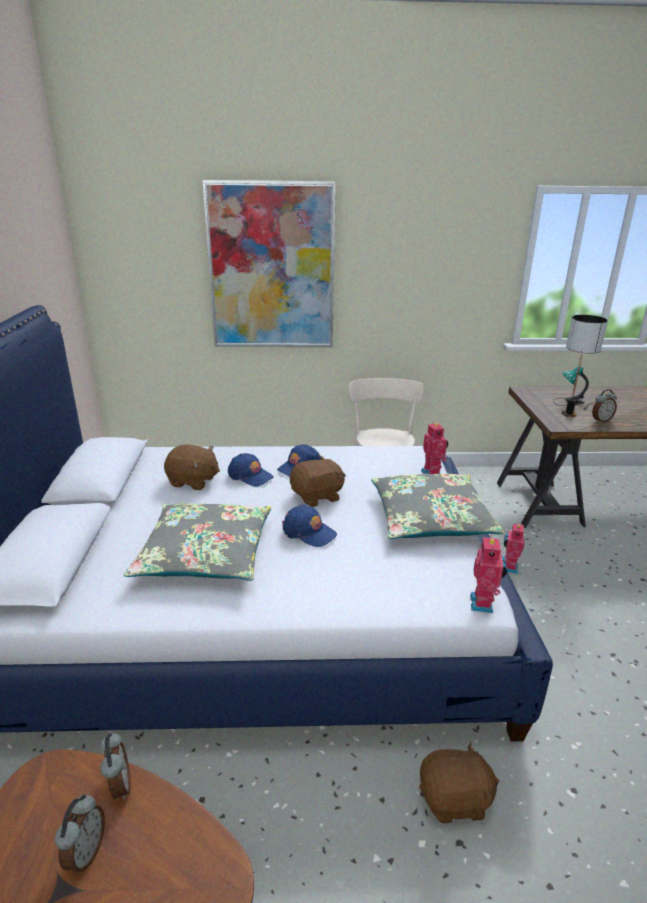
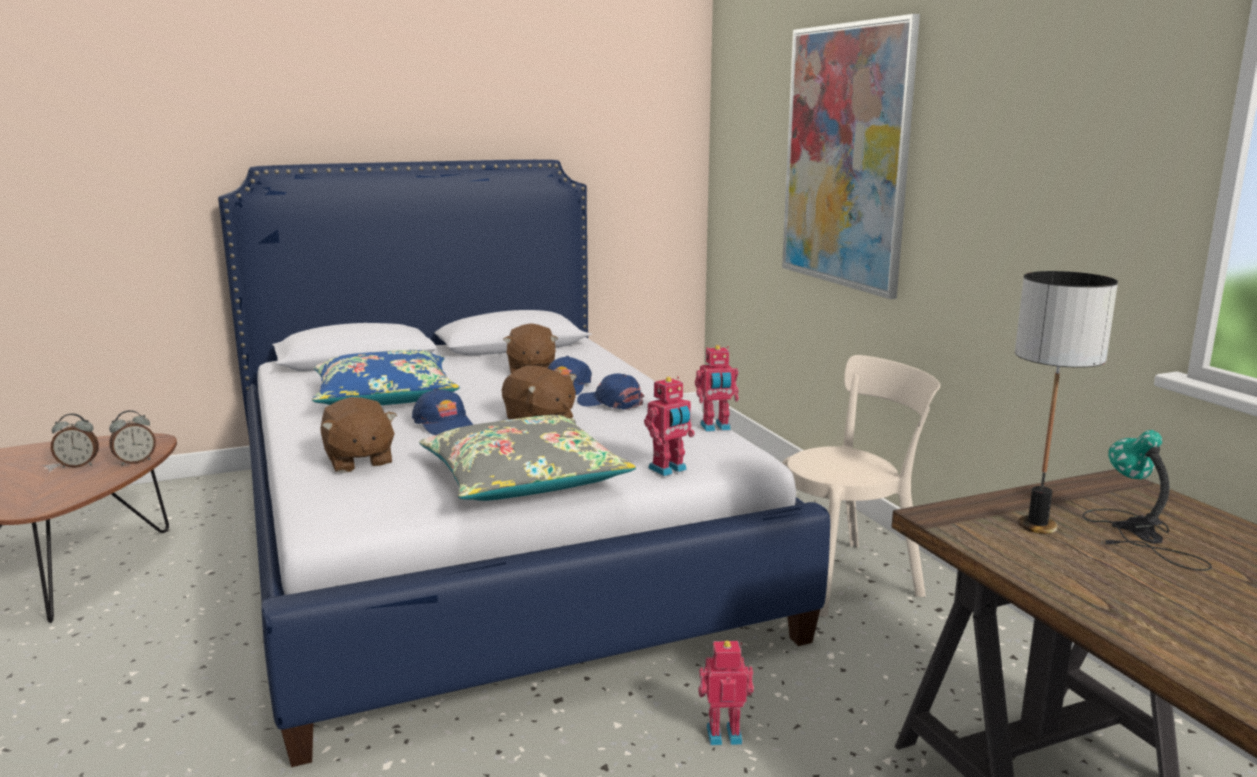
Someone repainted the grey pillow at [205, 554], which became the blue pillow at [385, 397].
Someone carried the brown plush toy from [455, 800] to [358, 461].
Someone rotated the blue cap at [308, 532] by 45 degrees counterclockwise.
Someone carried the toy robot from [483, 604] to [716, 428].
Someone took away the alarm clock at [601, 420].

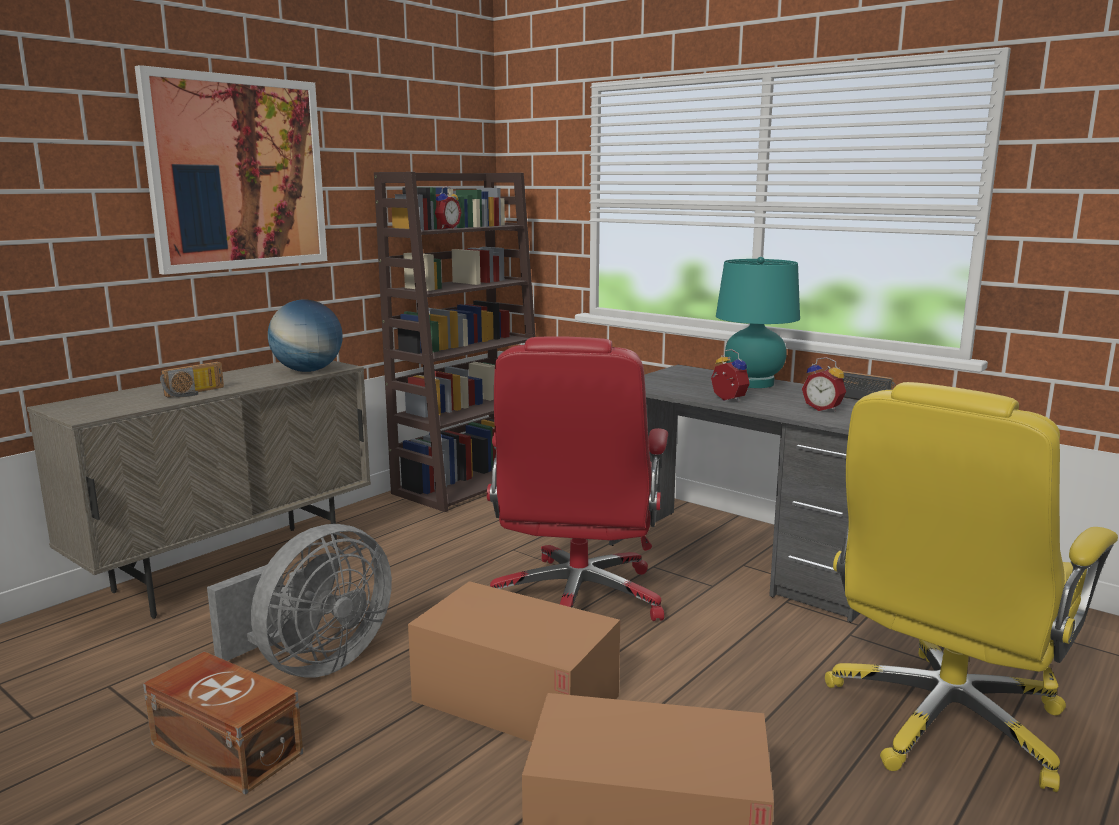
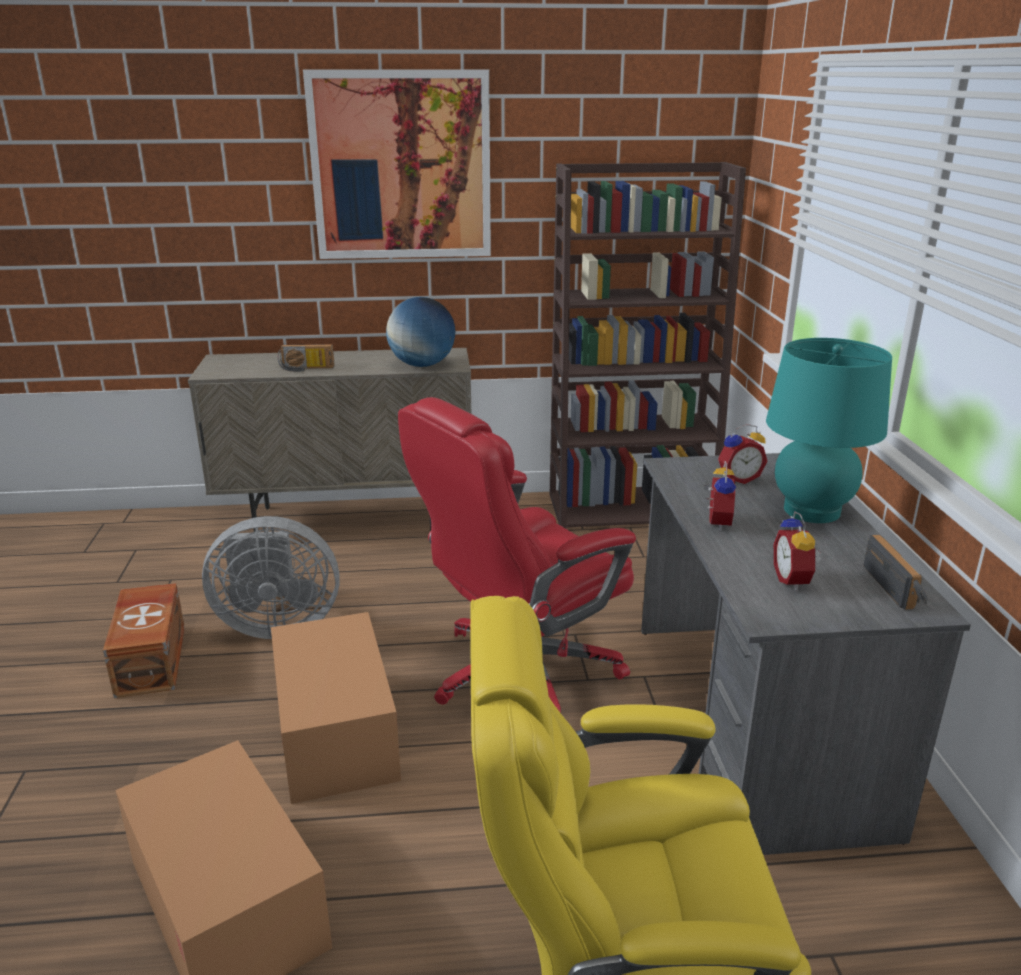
Someone carried the alarm clock from [446, 228] to [738, 479].

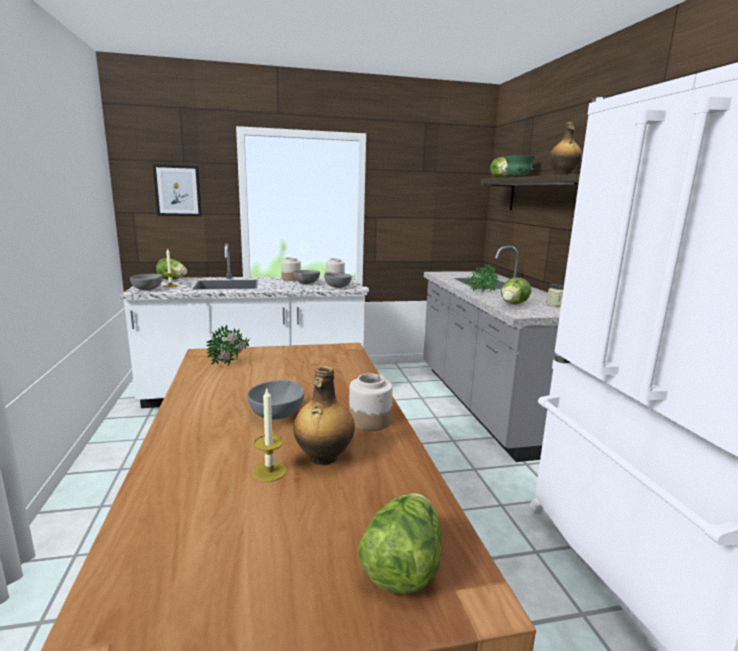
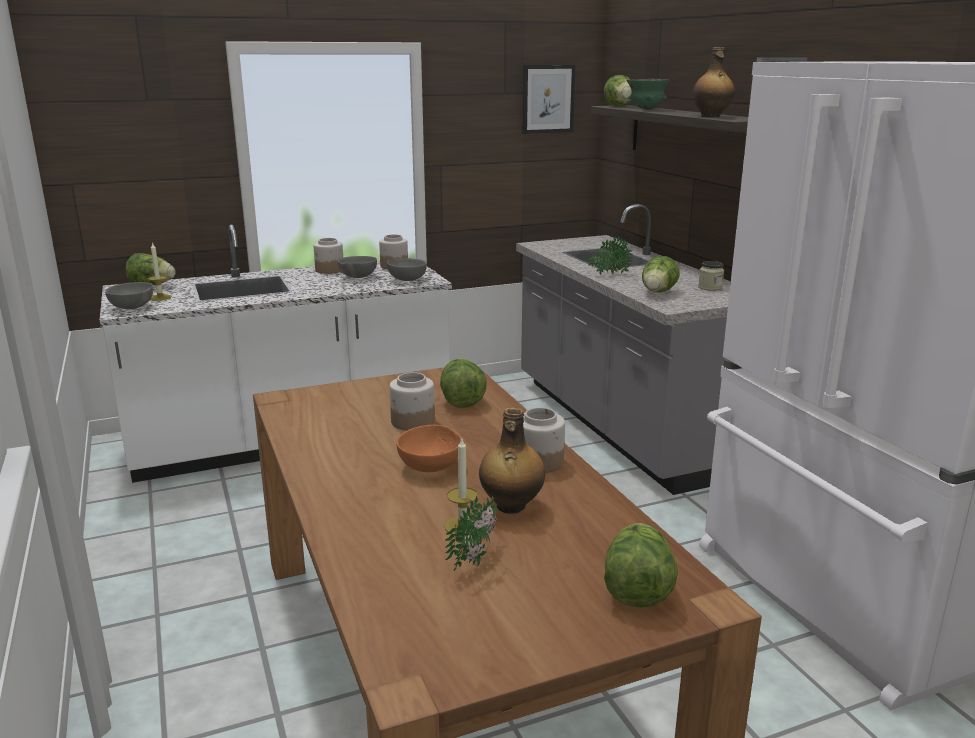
Someone put down the jar at [412, 422].
Someone repainted the grey bowl at [278, 415], which became the orange bowl at [431, 466].
Someone put down the lettuce at [461, 400].
Someone carried the potted plant from [231, 363] to [478, 560].
Someone carried the picture from [178, 191] to [548, 99].

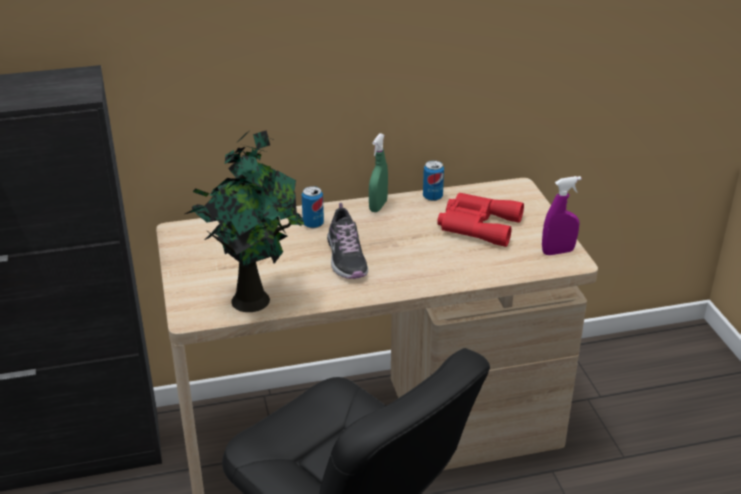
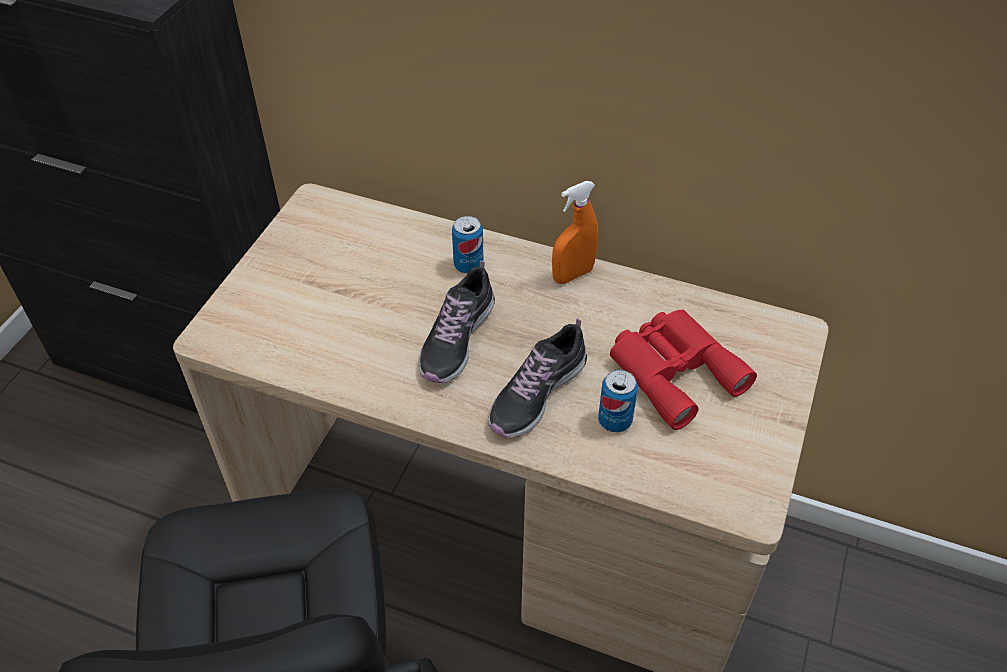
Someone put down the shoe at [536, 394].
Someone repainted the green spray bottle at [378, 206], which became the orange spray bottle at [572, 275].
Someone carried the can from [432, 197] to [615, 420].
Someone took away the potted plant at [253, 299].
Someone took away the purple spray bottle at [558, 252].

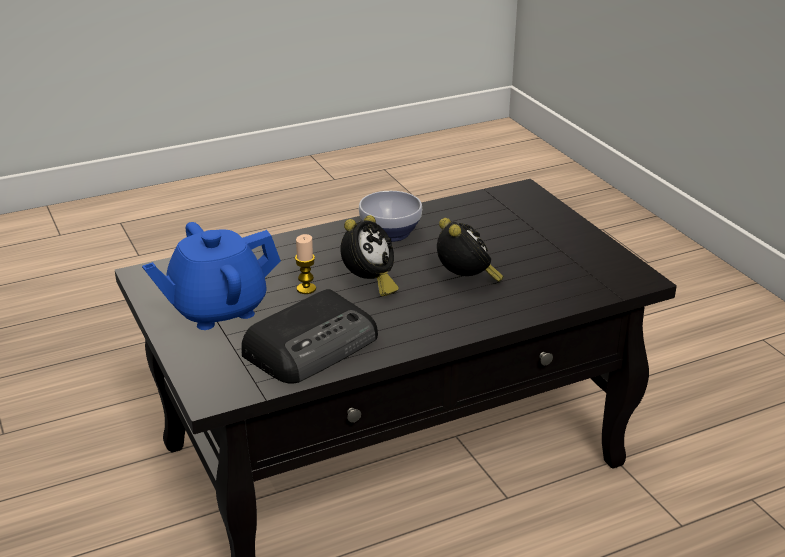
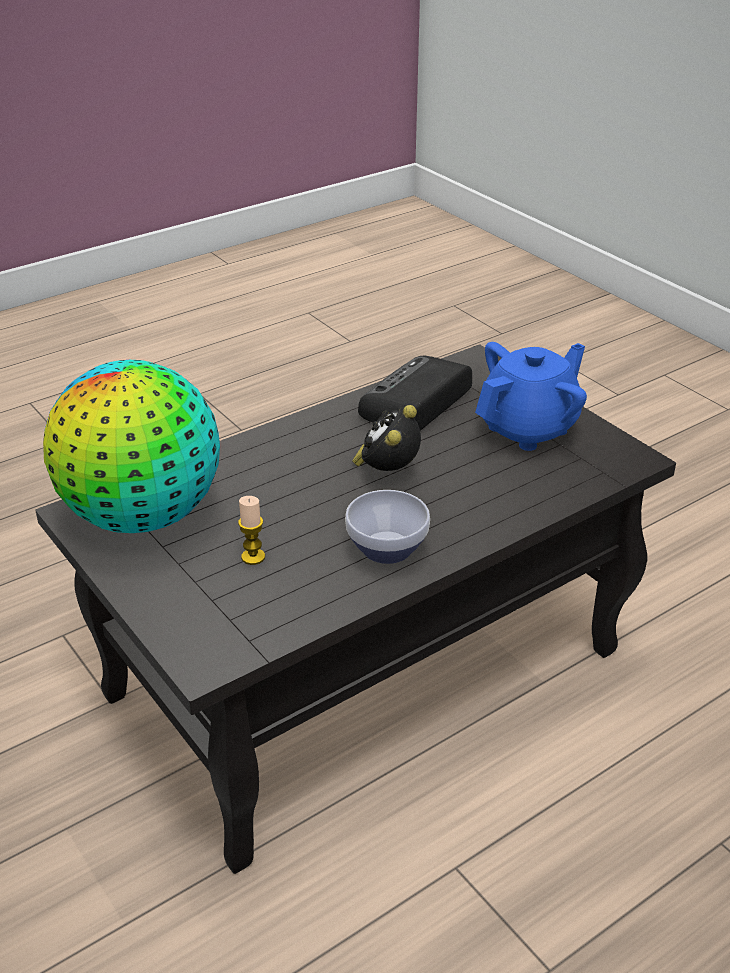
Someone put down the globe at [143, 516].
Someone carried the candle from [306, 289] to [253, 557].
Someone took away the alarm clock at [466, 281].

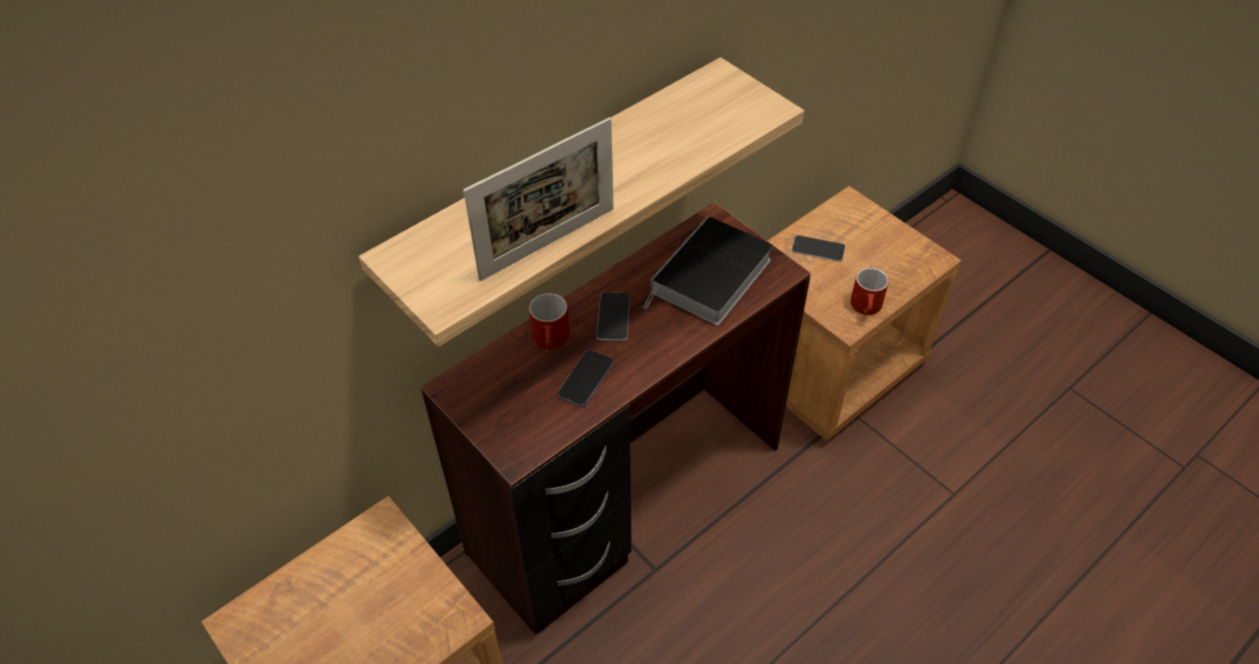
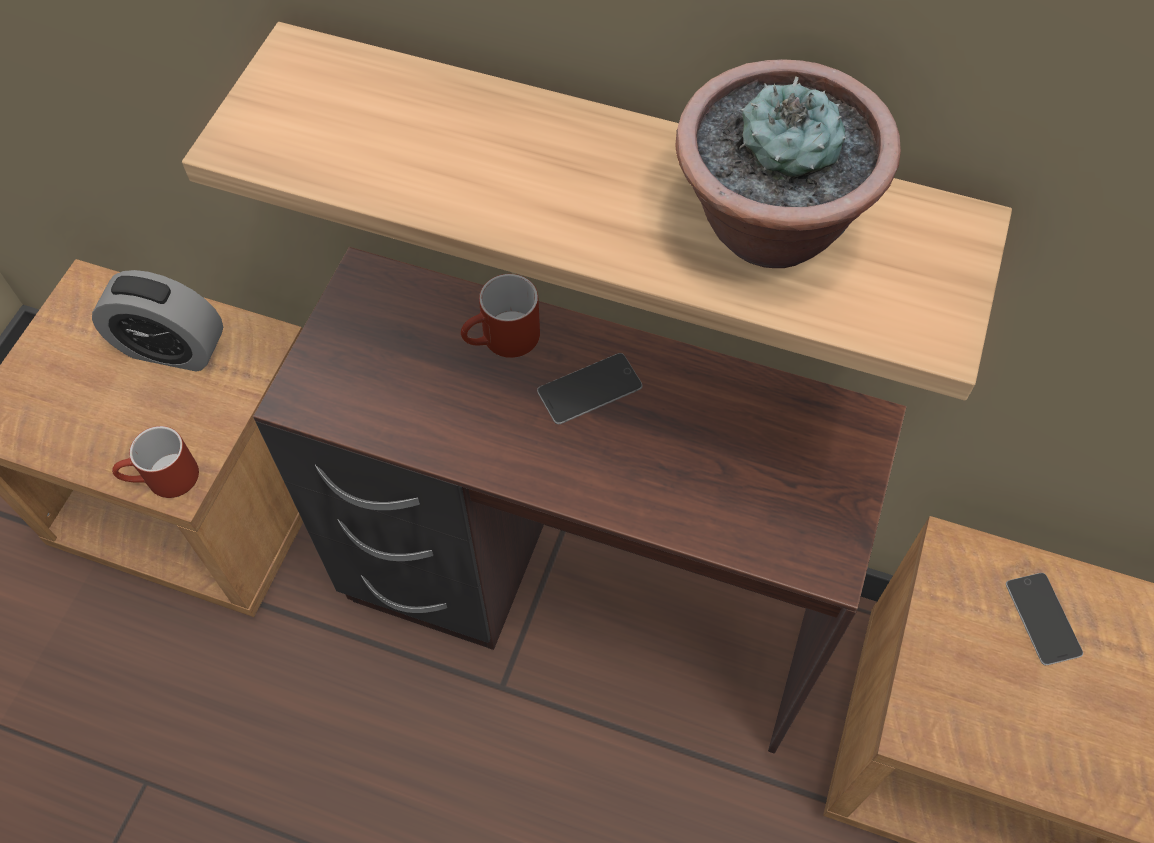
Someone put down the alarm clock at [172, 348].
Someone carried the red mug from [867, 308] to [163, 480].
Someone put down the potted plant at [768, 227].
Someone took away the picture frame at [548, 243].
Someone took away the phone at [586, 379].
Someone took away the book at [710, 278].

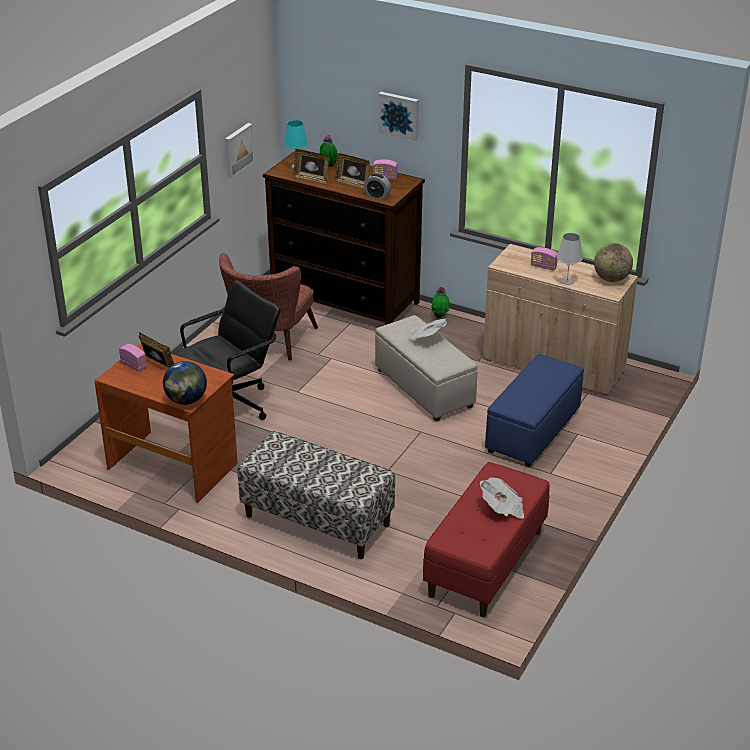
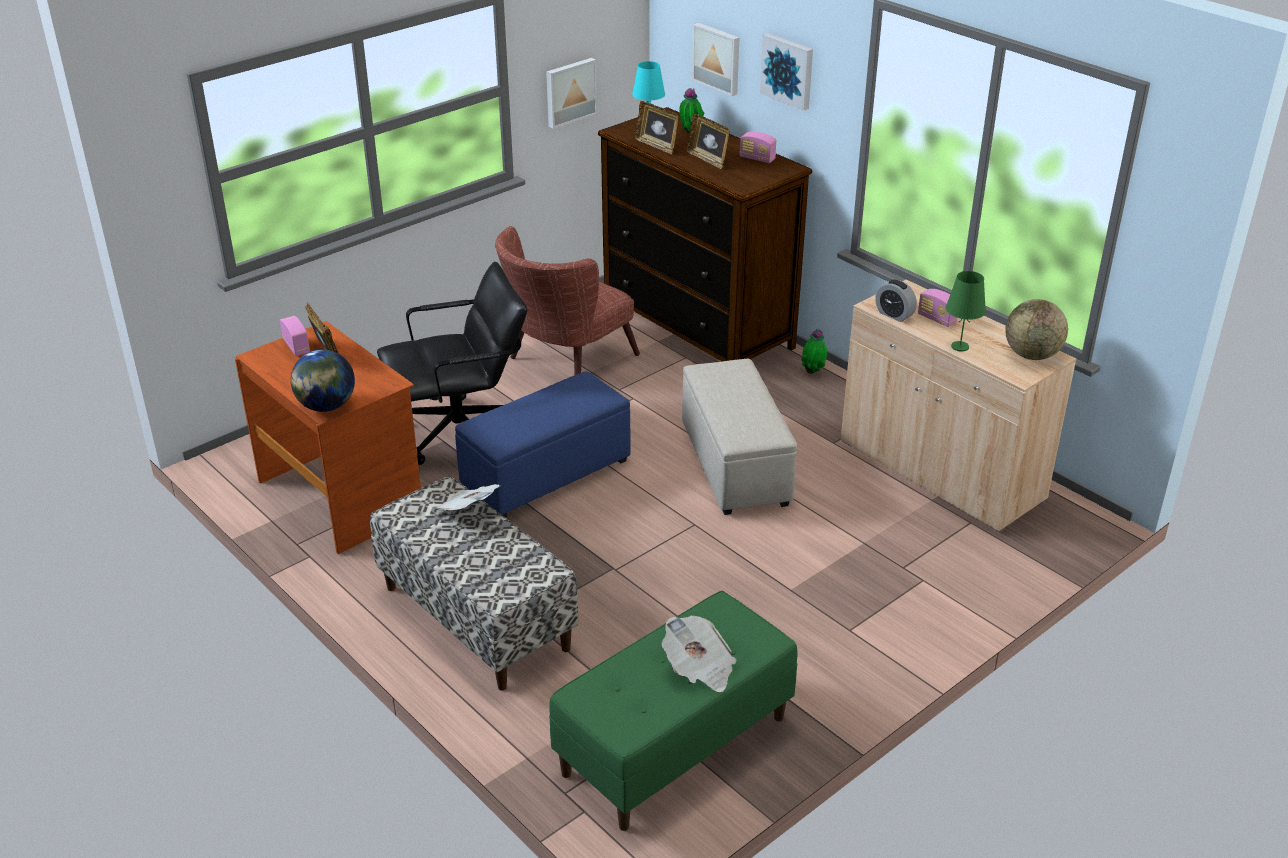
Someone carried the newspaper from [426, 338] to [469, 510].
Someone carried the blue ottoman from [533, 430] to [547, 473].
Someone repainted the red bench at [486, 564], which became the green bench at [674, 746].
Someone put up the picture at [717, 58].
Someone carried the alarm clock from [377, 196] to [894, 315].
Someone repainted the white table lamp at [567, 281], which became the green table lamp at [960, 346].

